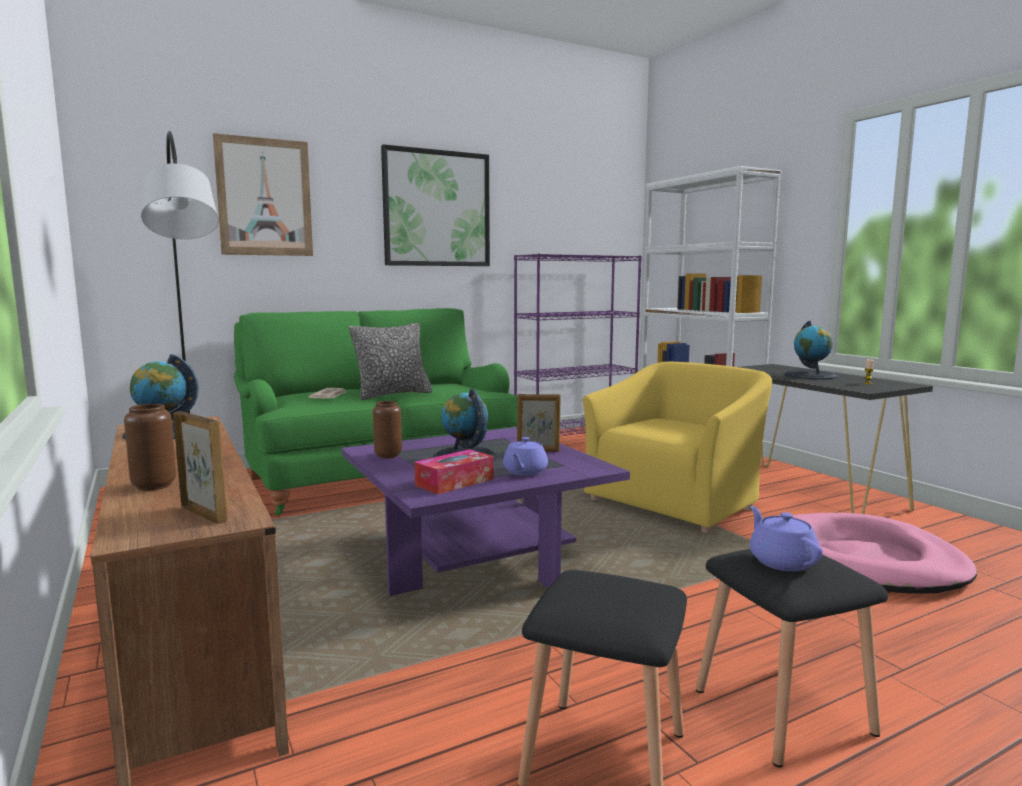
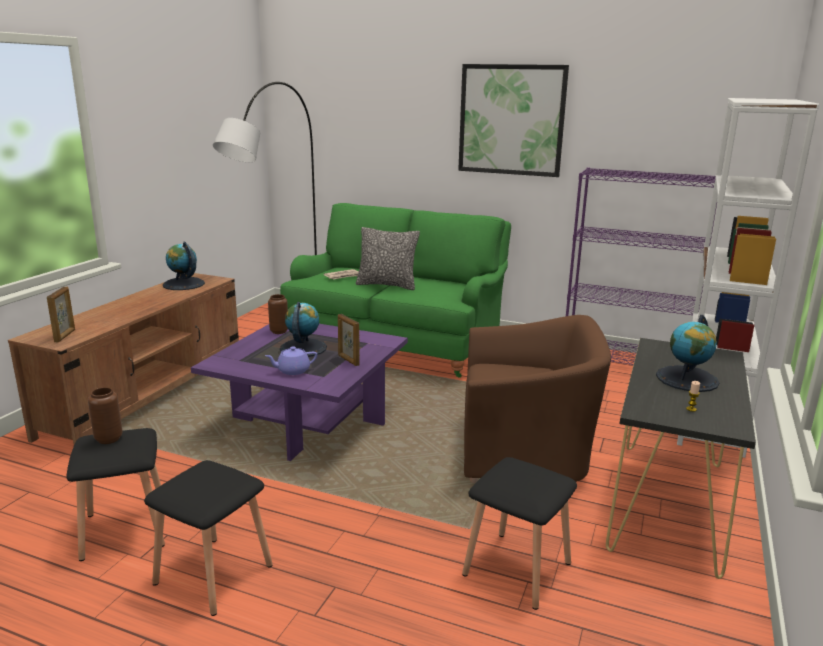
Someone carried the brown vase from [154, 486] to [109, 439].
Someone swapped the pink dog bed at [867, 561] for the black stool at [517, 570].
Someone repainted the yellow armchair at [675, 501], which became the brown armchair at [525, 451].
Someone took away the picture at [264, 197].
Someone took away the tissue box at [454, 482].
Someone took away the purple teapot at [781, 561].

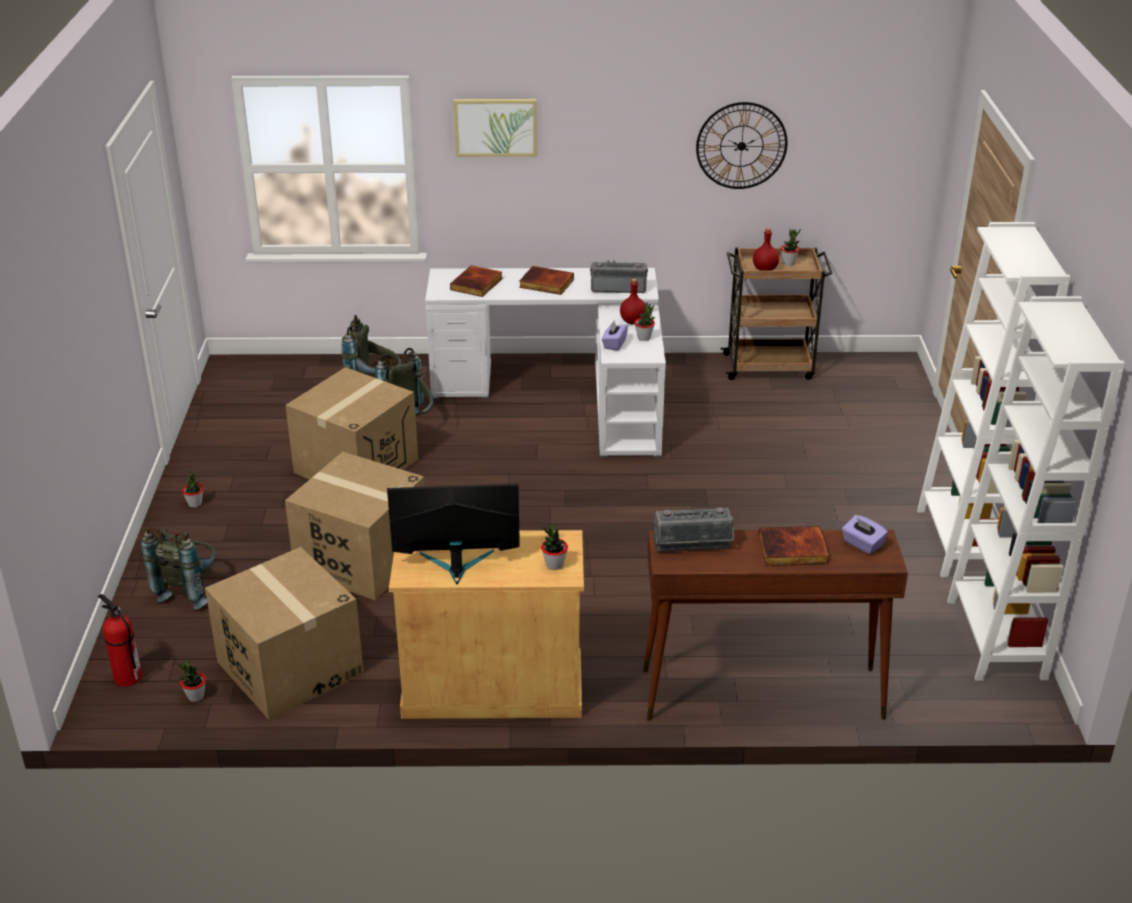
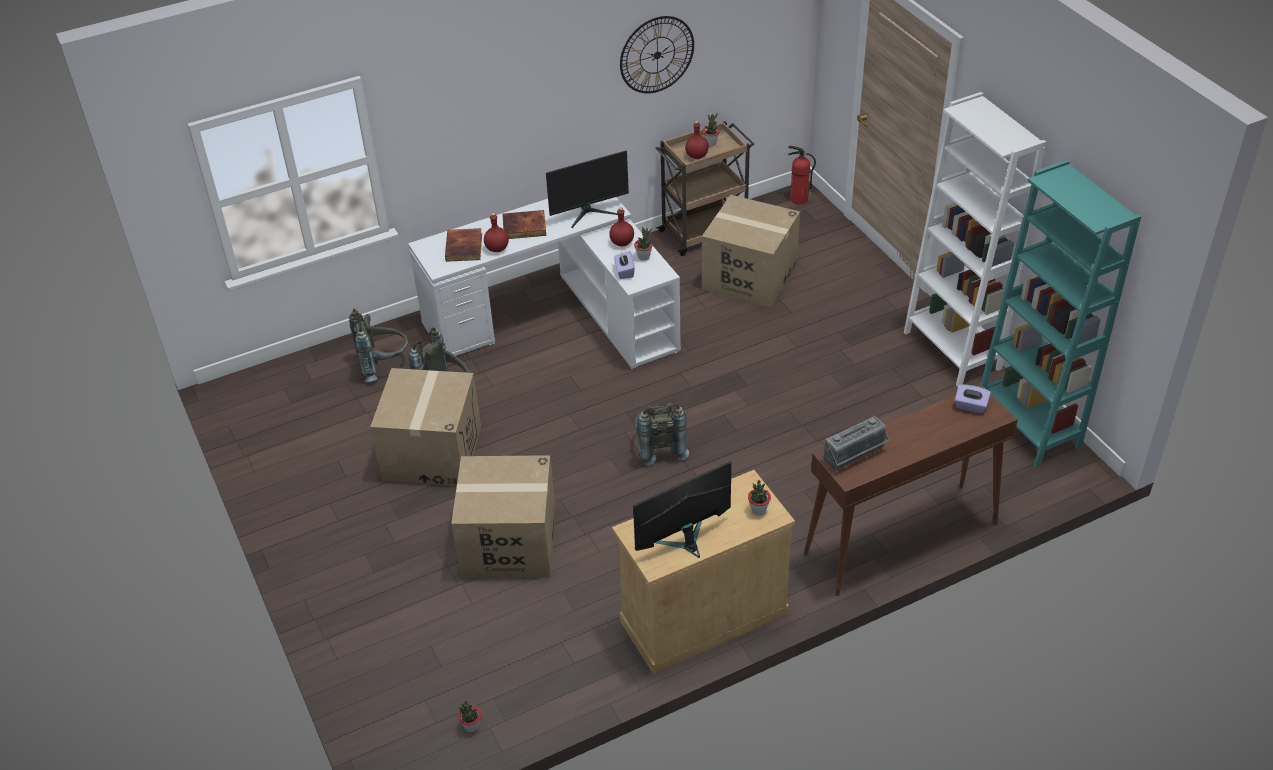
Someone put down the red bottle at [497, 249].
Someone swapped the radio at [618, 288] for the monitor at [589, 212].
Someone carried the grey backpack from [189, 589] to [659, 447].
Someone carried the cardboard box from [289, 668] to [749, 276].
Someone carried the fire extinguisher from [127, 677] to [798, 199].
Someone repainted the white bookcase at [996, 639], which became the turquoise bookcase at [1027, 426].
Someone took away the potted plant at [195, 504].
Someone took away the picture at [495, 127].
Someone took away the book at [792, 550].

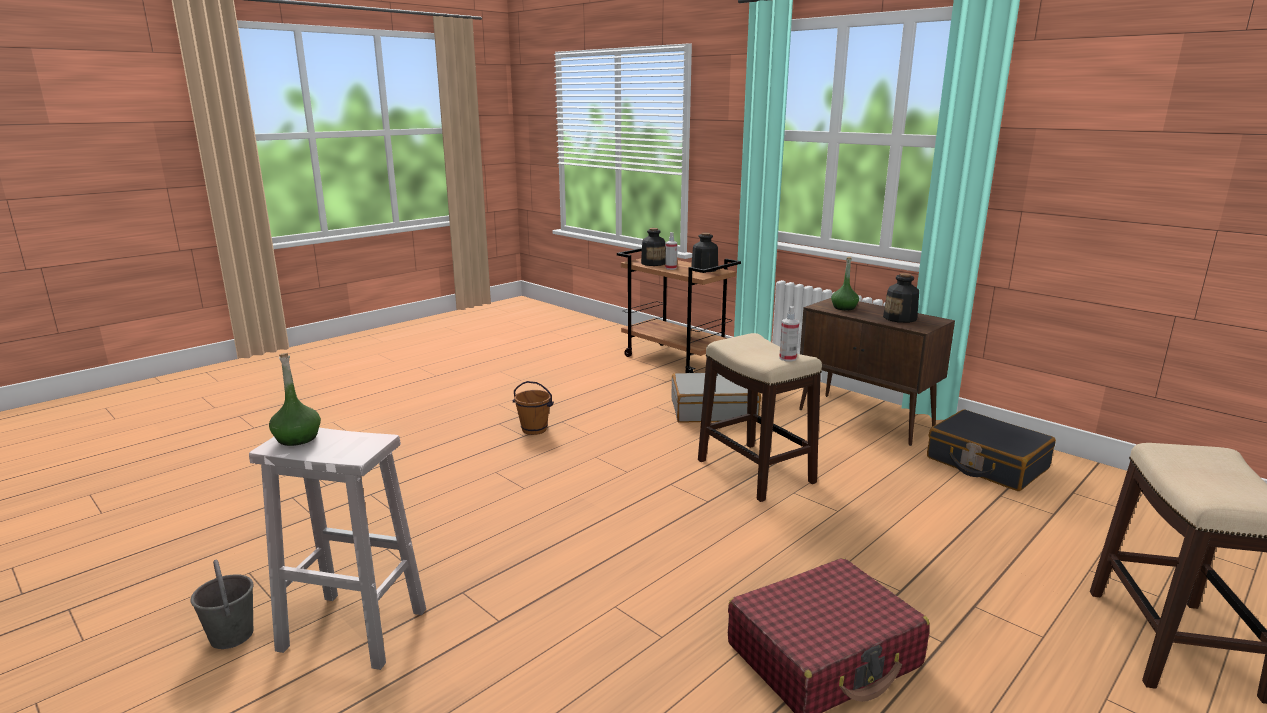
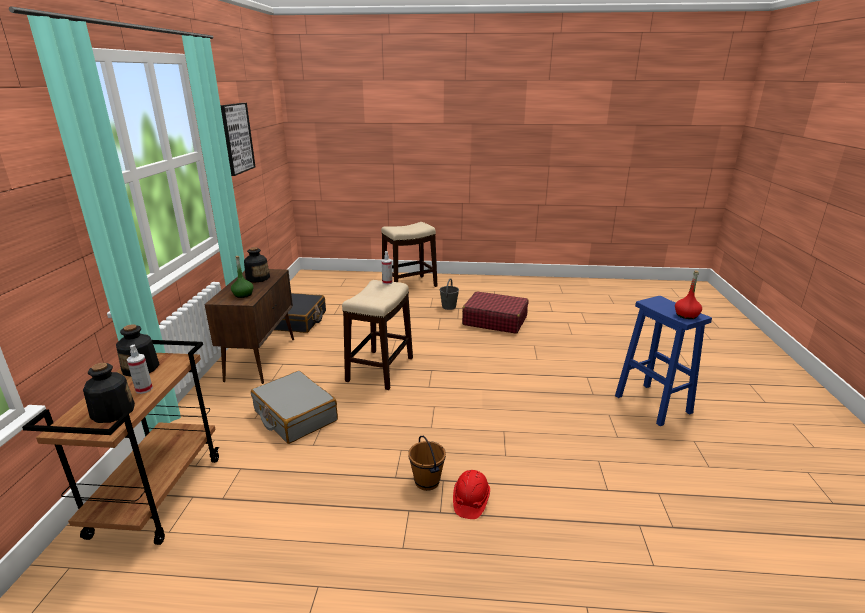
Someone put up the picture at [236, 138].
Someone carried the grey bucket from [231, 635] to [448, 307].
Someone put down the red hard hat at [470, 501].
Someone repainted the white stool at [351, 629], which became the blue stool at [654, 405].
Someone repainted the green bottle at [297, 438], which became the red bottle at [686, 315].

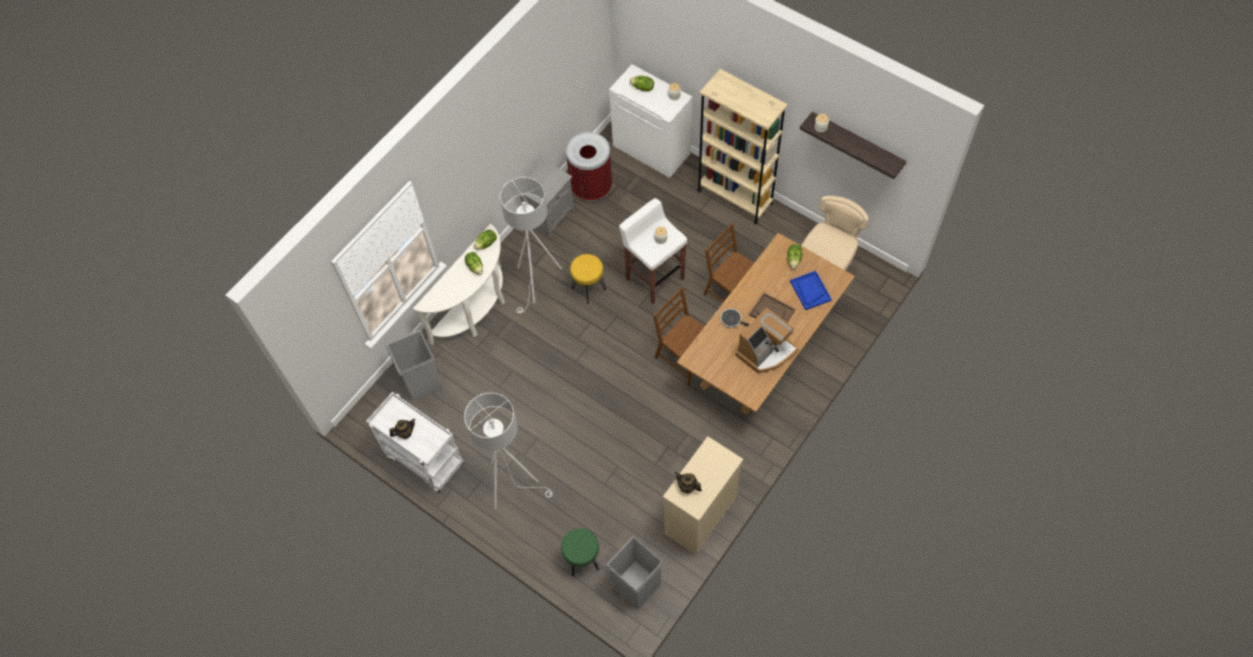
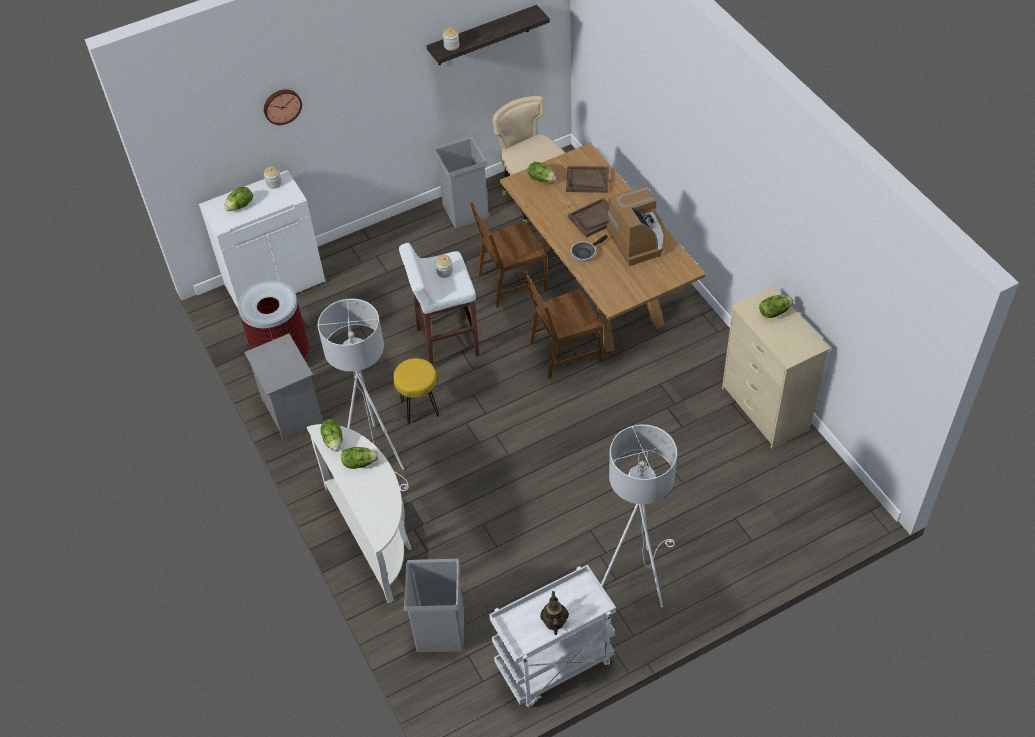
Someone put up the wall clock at [282, 106].
Someone carried the grey trash can from [636, 585] to [465, 211].
Someone repainted the blue tray at [810, 291], which became the brown tray at [587, 180].
Someone put down the lettuce at [774, 312].
Someone took away the green stool at [583, 560].
Someone took away the teapot at [687, 487].
Someone took away the beige bookcase at [735, 197].

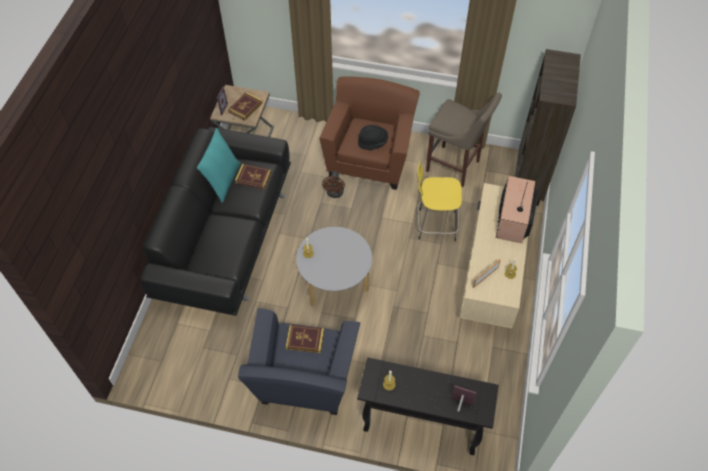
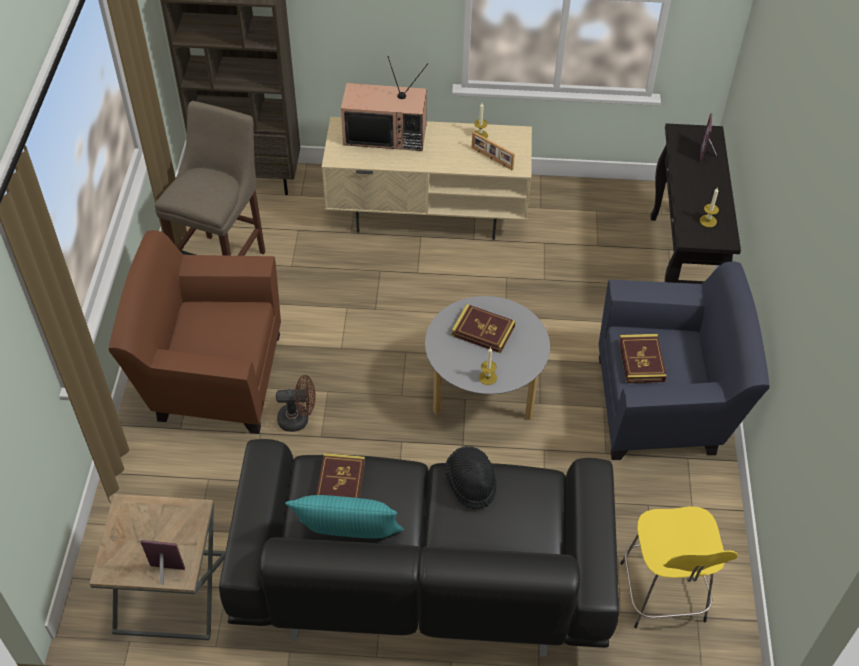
Someone carried the black hat from [373, 142] to [471, 483].
Someone carried the book from [245, 107] to [483, 331].
Someone carried the yellow stool from [435, 225] to [663, 595].

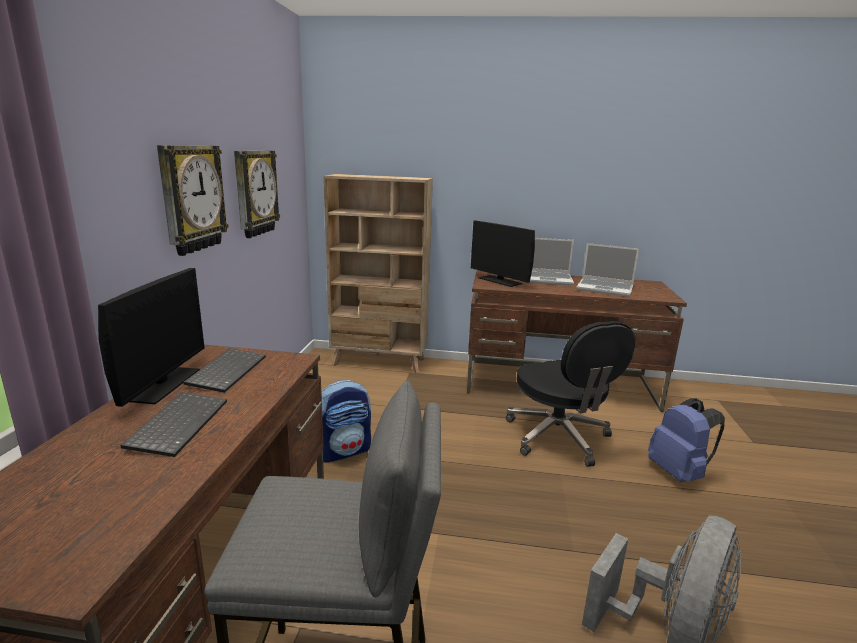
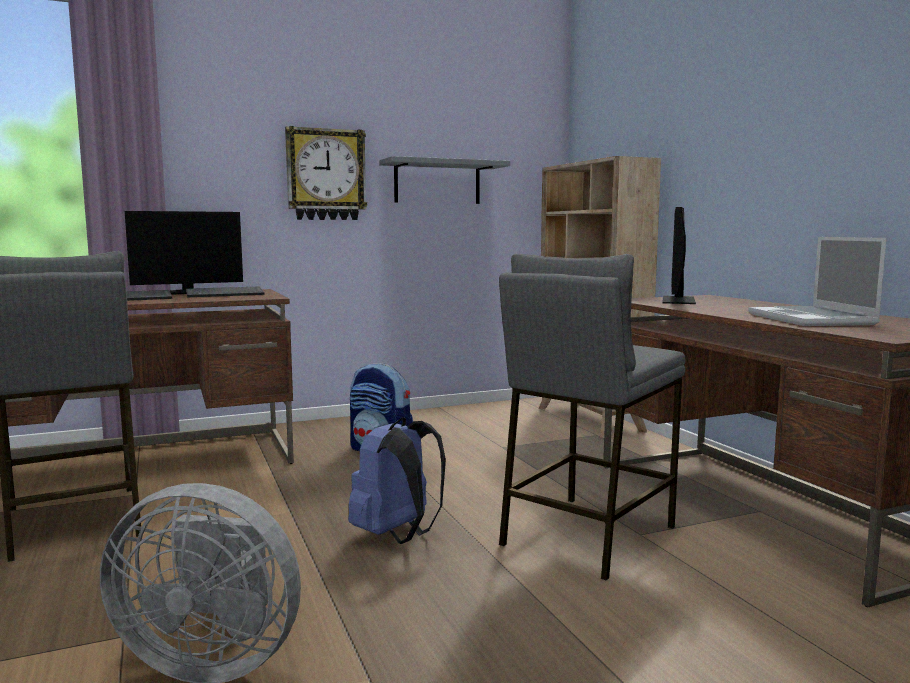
Someone carried the blue backpack from [679, 473] to [397, 534].
Someone swapped the wall clock at [254, 193] for the grey shelf at [437, 182].
Someone swapped the black office chair at [559, 437] for the grey stool at [586, 535].
Someone took away the laptop at [547, 279].

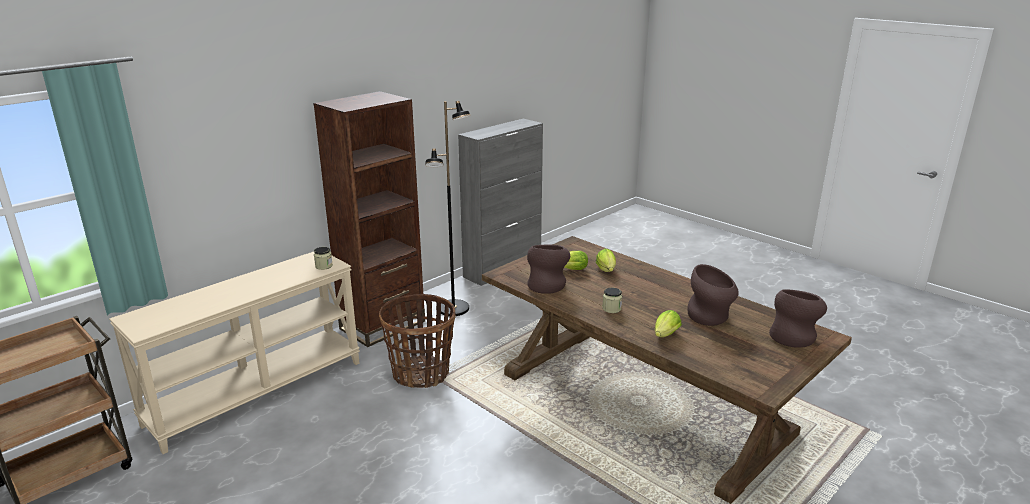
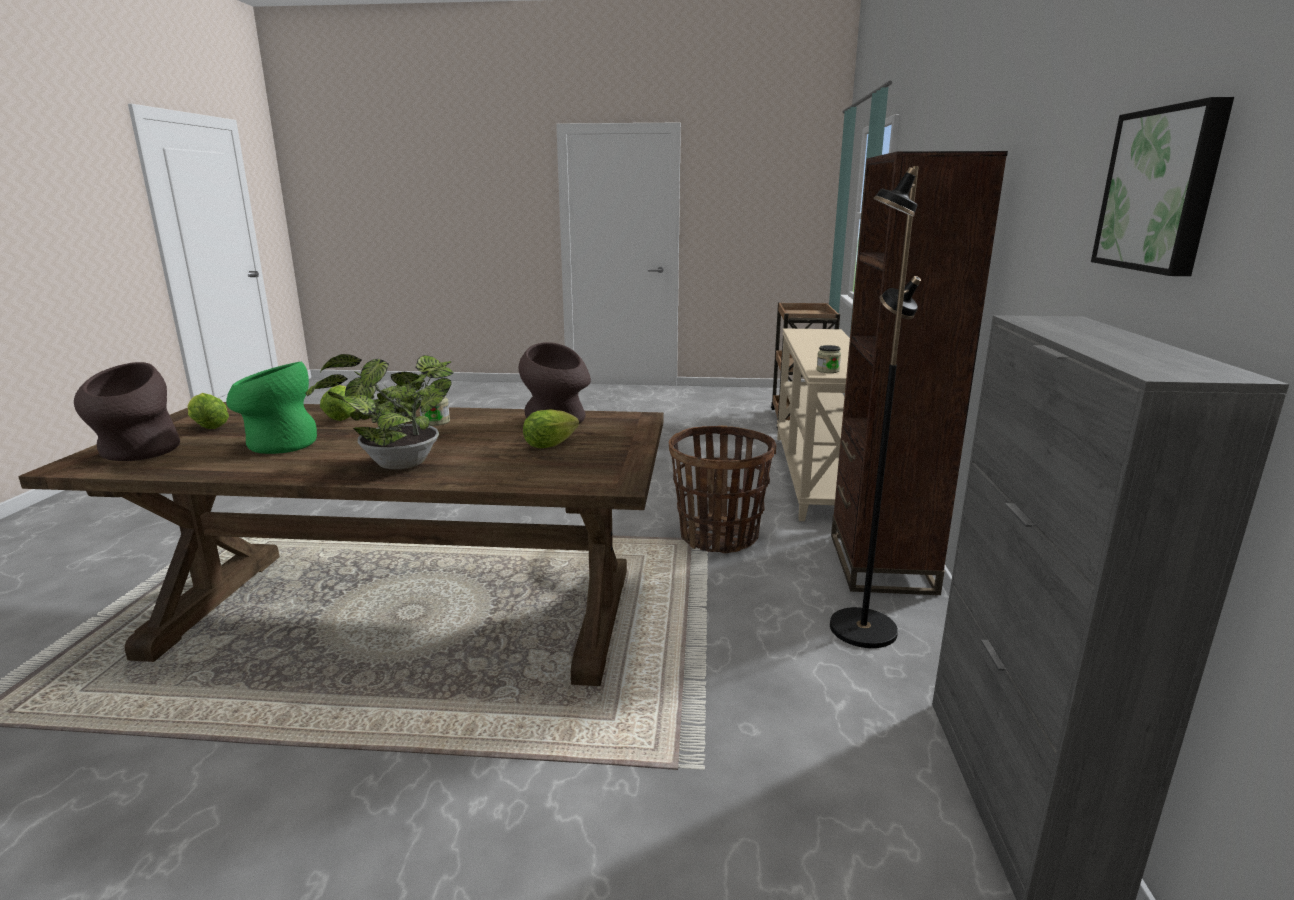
Someone carried the lettuce from [606, 271] to [207, 426].
Someone repainted the brown vase at [710, 318], which became the green vase at [278, 444].
Someone put down the potted plant at [396, 465].
Someone put up the picture at [1163, 190].

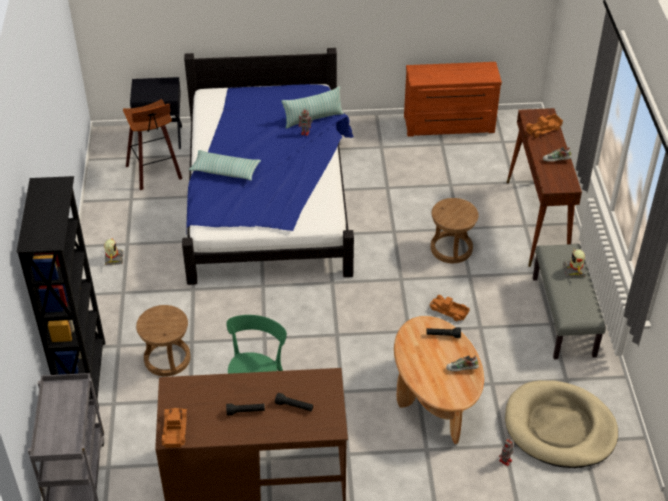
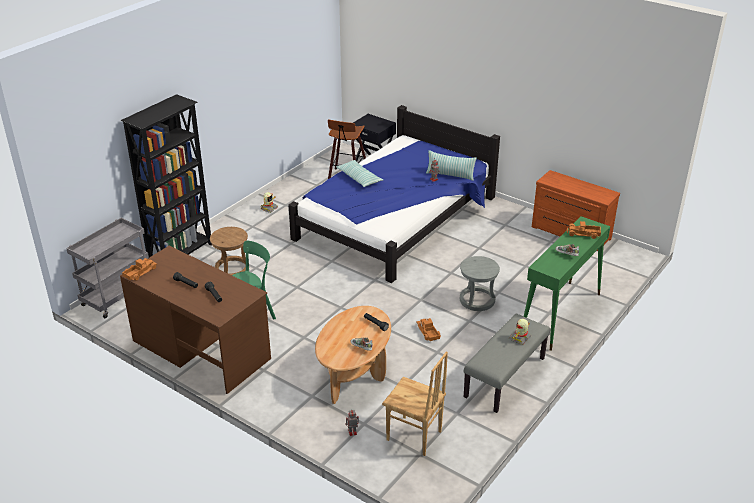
Someone swapped the beige dog bed at [559, 427] for the brown chair at [414, 436].
Someone repainted the brown stool at [451, 248], which became the grey stool at [477, 300].
Someone repainted the brown console table at [536, 222], which became the green console table at [560, 315].

